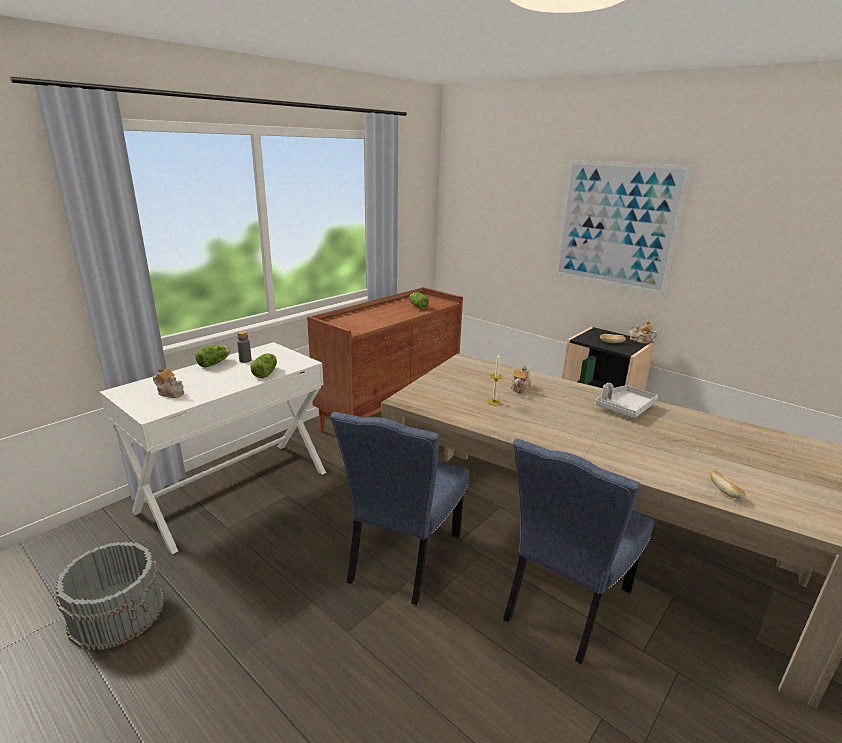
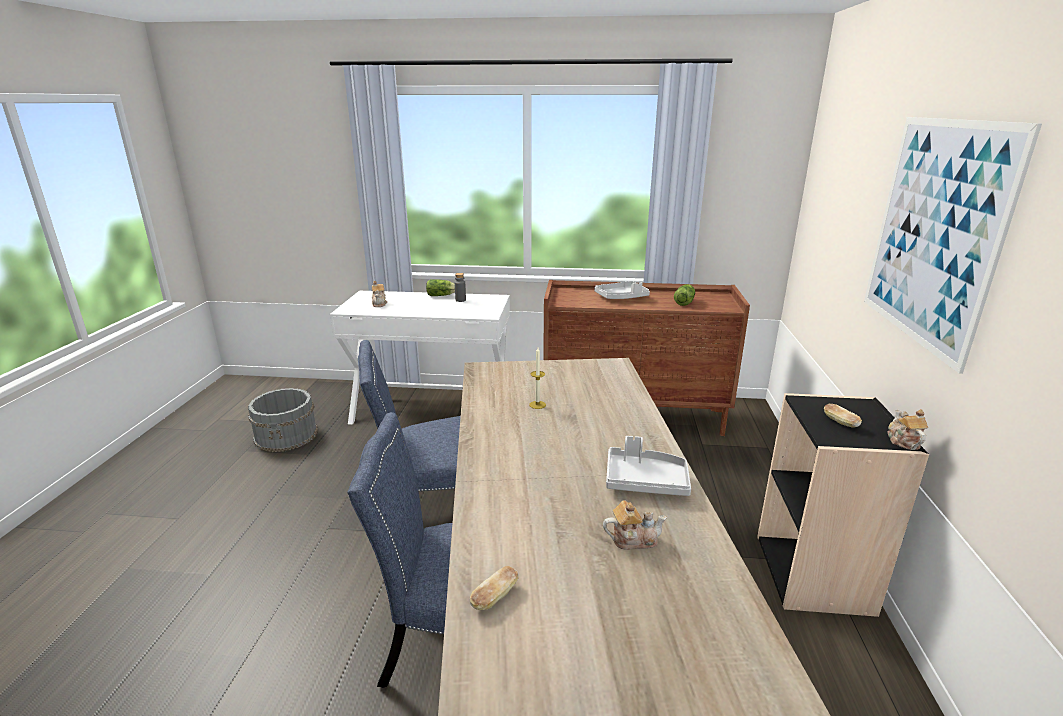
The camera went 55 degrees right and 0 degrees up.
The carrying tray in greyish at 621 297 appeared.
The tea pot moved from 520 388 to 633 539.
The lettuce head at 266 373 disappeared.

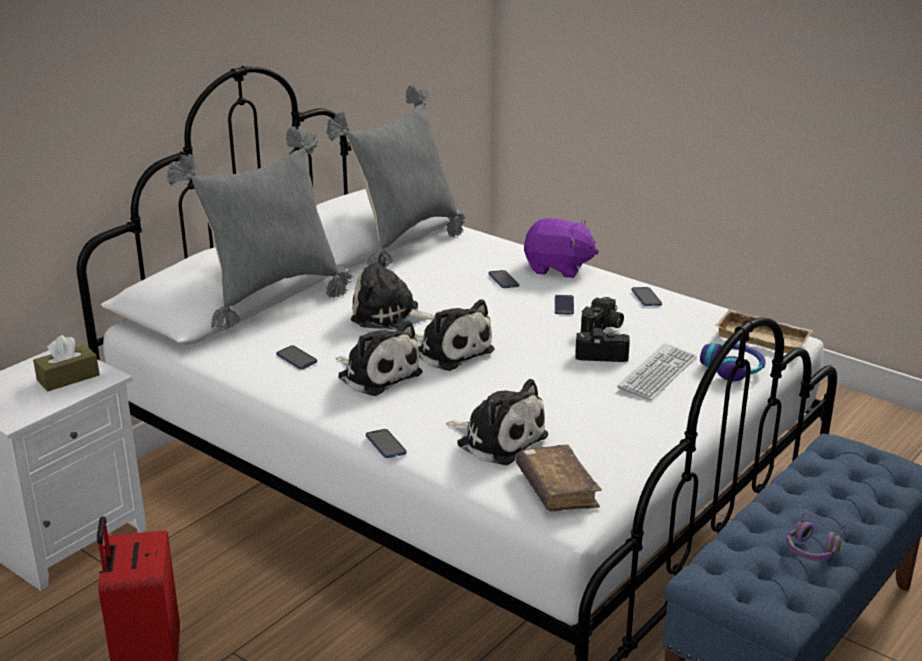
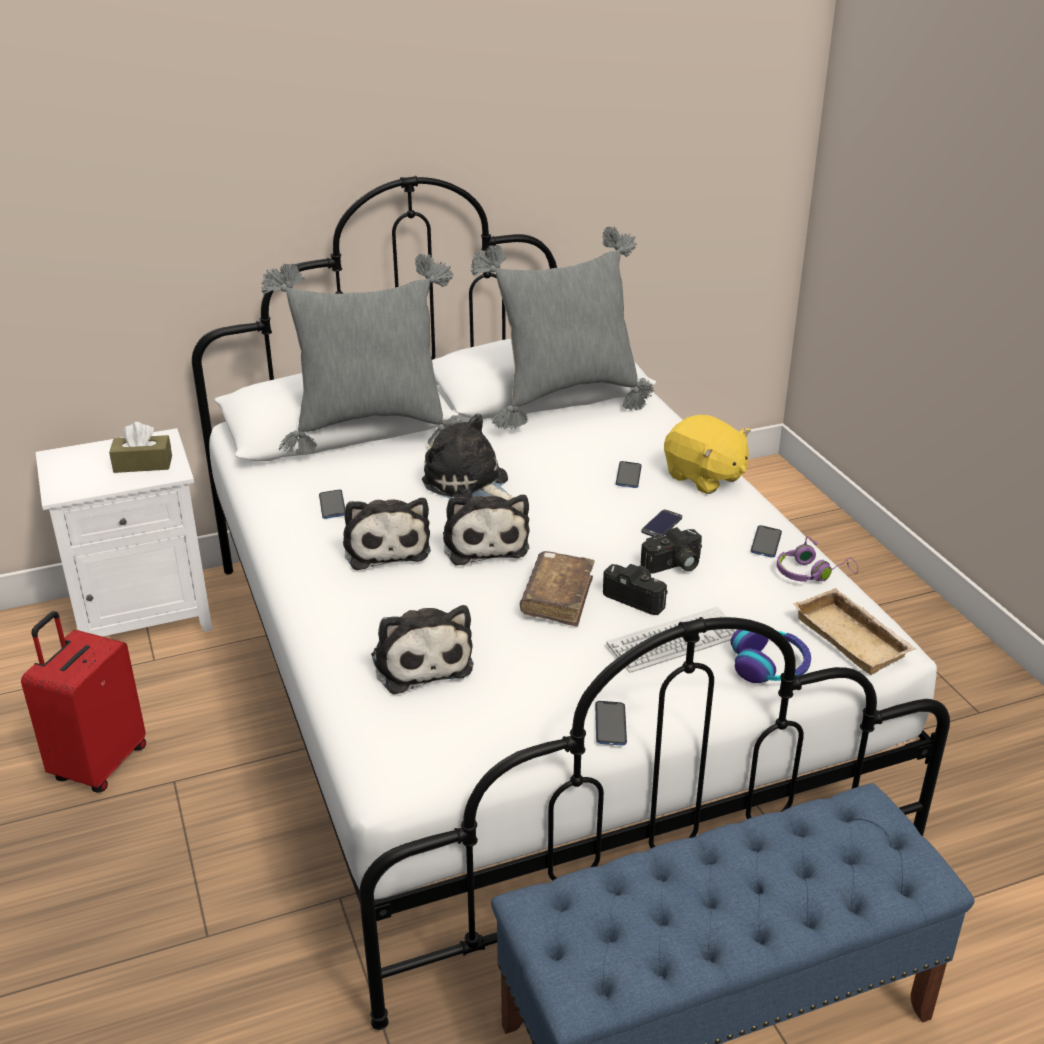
The camera went 30 degrees right and 5 degrees up.
The book in brown moved from 556 489 to 557 598.
The phone moved from 386 445 to 610 724.
The soft toy in purple-coloured at 558 268 became the soft toy in yellow-coloured at 704 477.
The headphones in purple-coloured moved from 818 547 to 811 573.

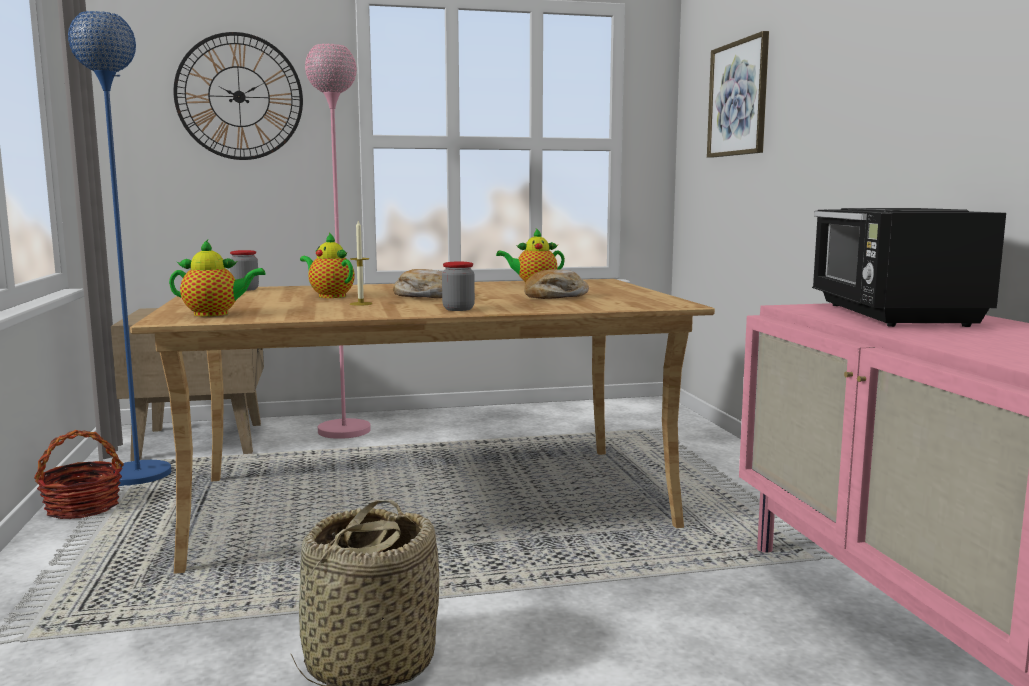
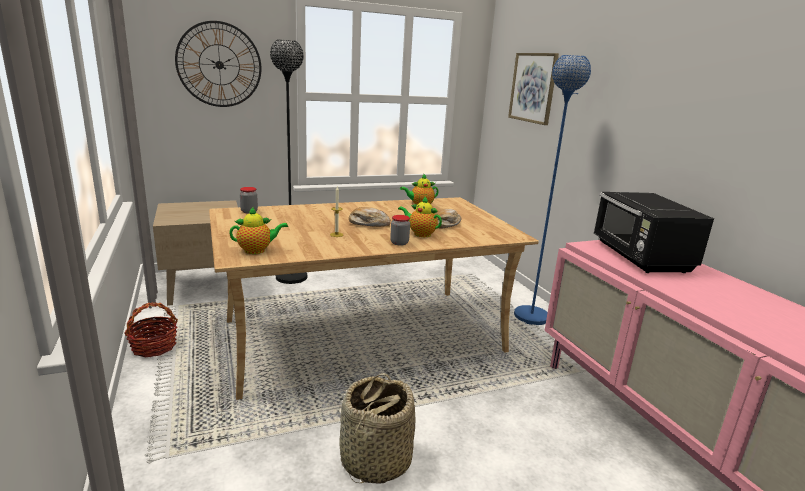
The camera went 10 degrees left and 10 degrees up.
The floor lamp in pink-coloured at 343 431 became the floor lamp in black at 291 277.
The tea pot moved from 330 296 to 420 234.
The floor lamp in bluish moved from 139 476 to 531 316.

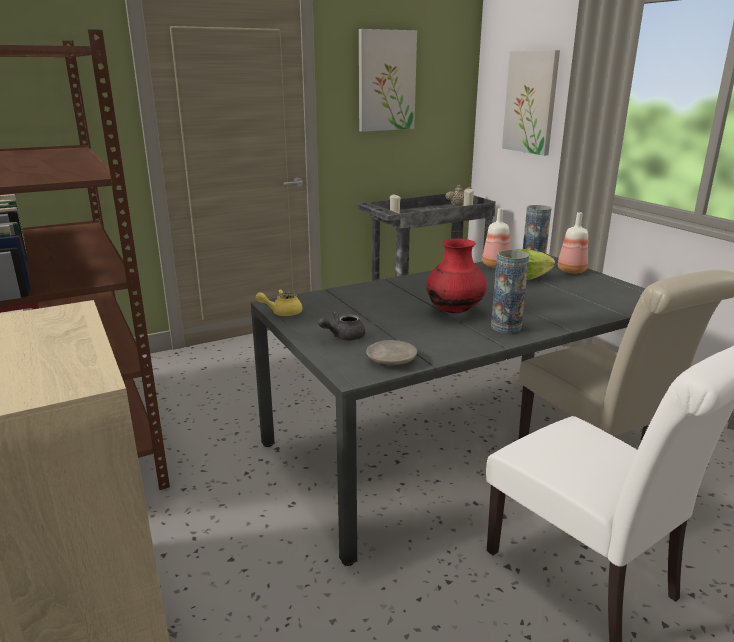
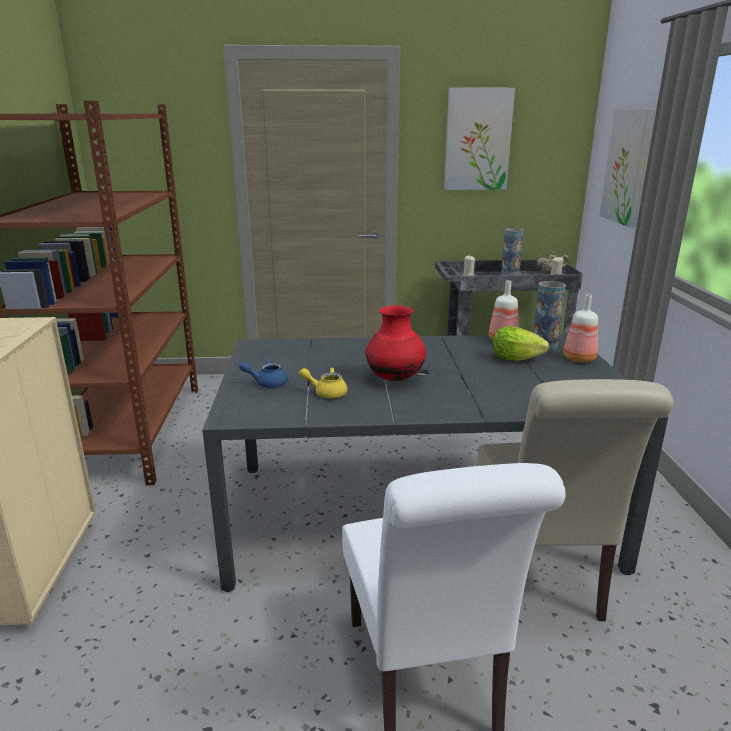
The camera went 25 degrees right and 0 degrees up.
The tea pot in greyish at 343 337 became the tea pot in bluish at 267 383.
The tea pot in yellow-coloured moved from 282 312 to 326 393.
The flower vase moved from 506 327 to 510 274.
The plate in sand-coloured at 391 360 disappeared.

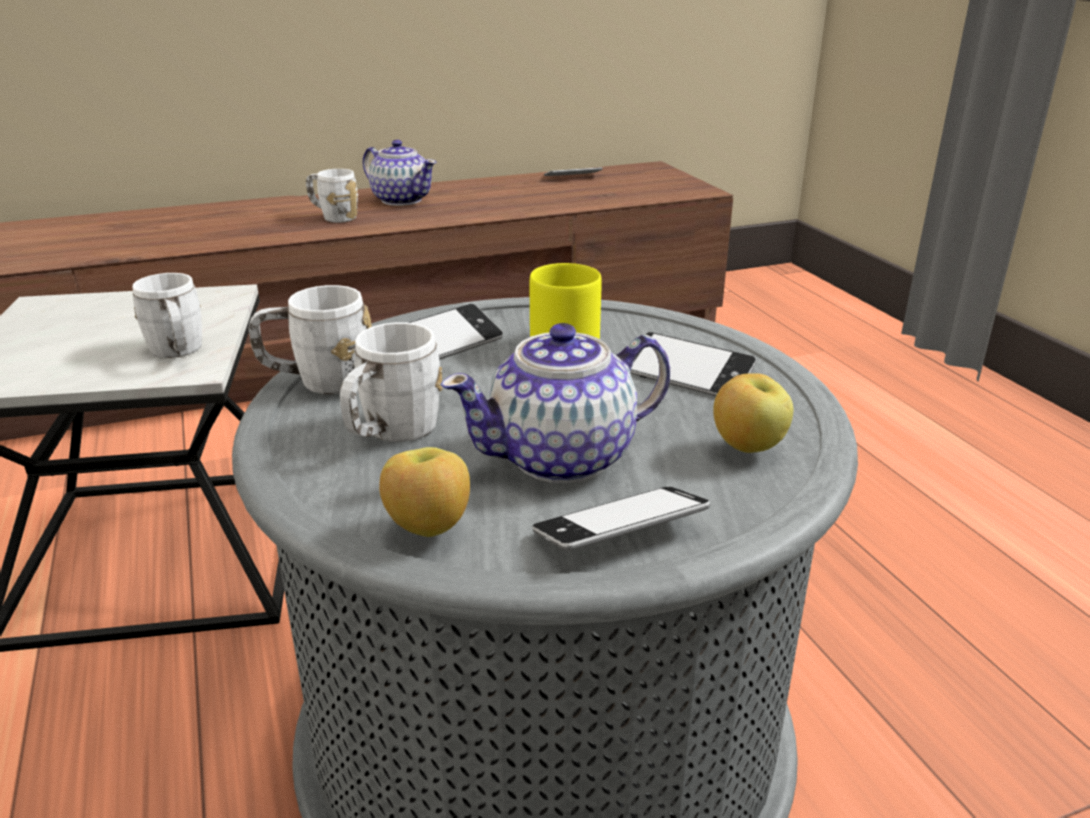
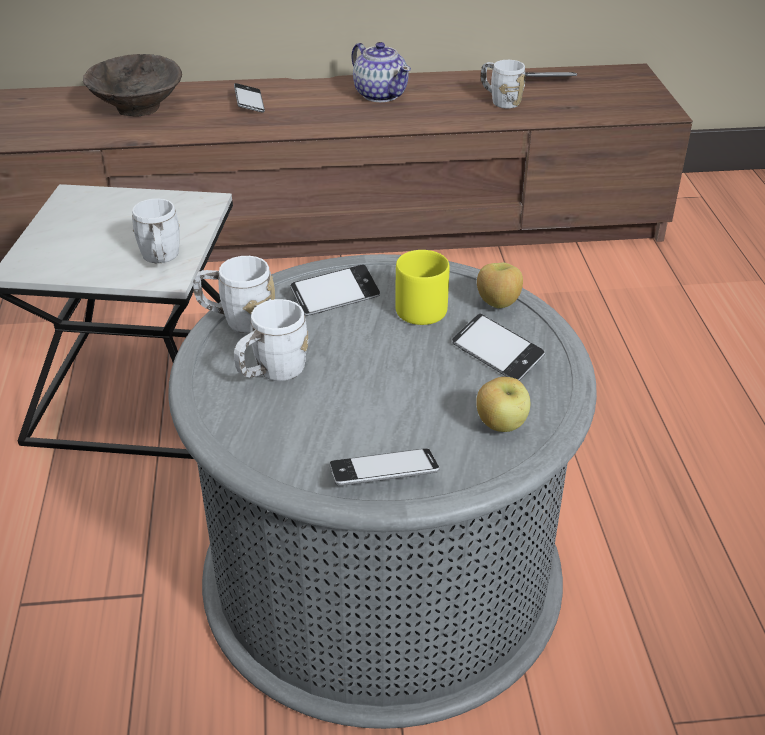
The camera went 15 degrees right and 10 degrees up.
The deep dish in brown at 137 107 appeared.
The phone at 249 103 appeared.
The apple moved from 428 528 to 497 304.
The coffee mug in white-coloured moved from 333 217 to 500 101.
The tea pot at 563 457 disappeared.

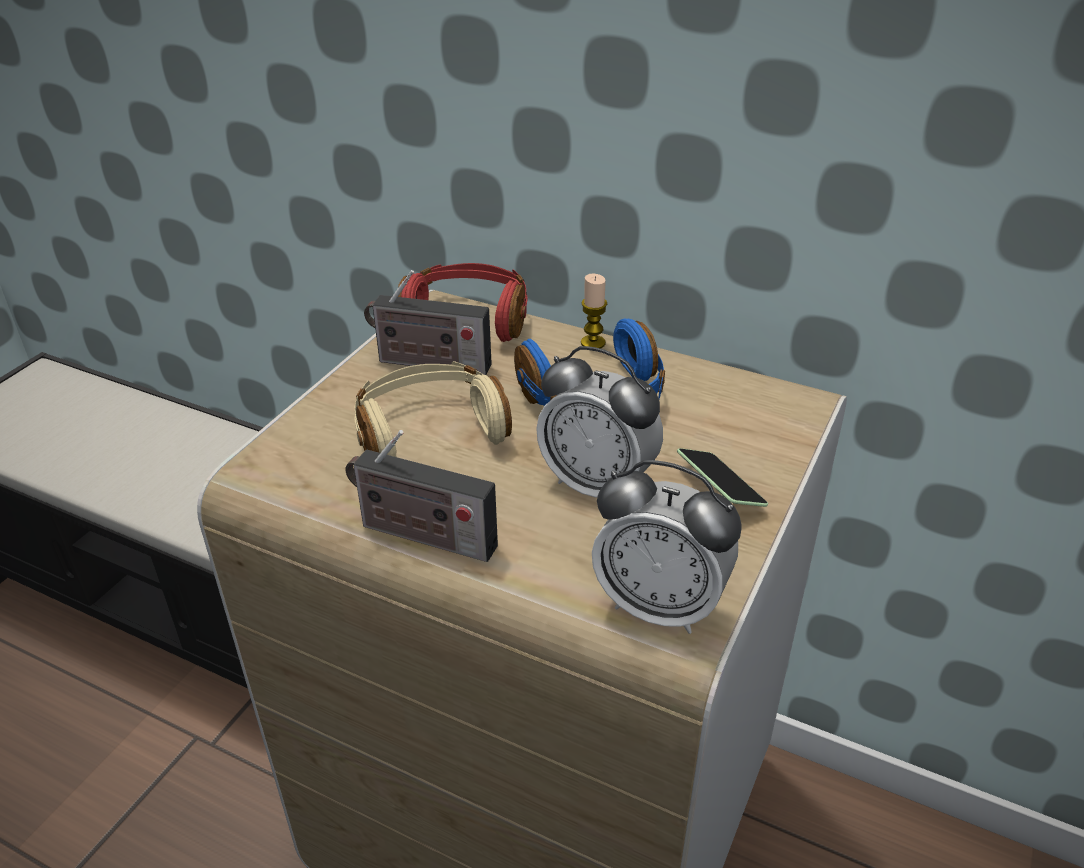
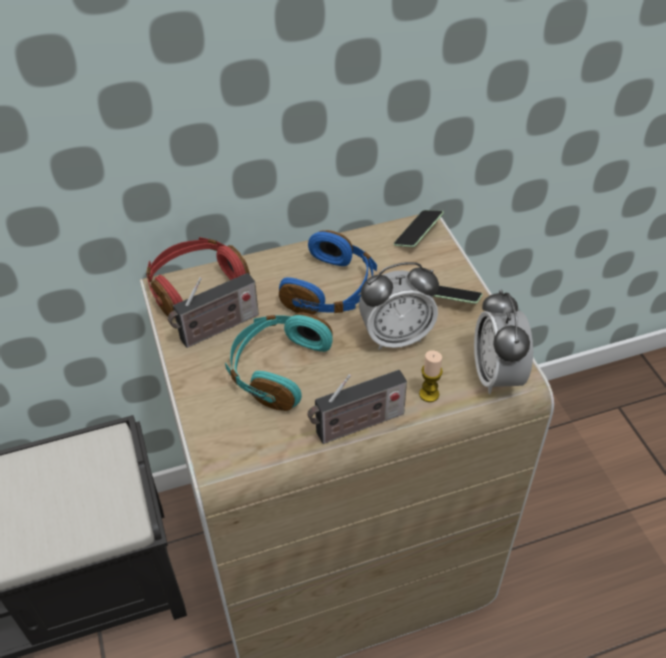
The camera went 45 degrees left and 10 degrees up.
The headphones in sand-coloured at 429 431 became the headphones in turquoise-coloured at 277 369.
The phone at 418 234 appeared.
The wax candle moved from 593 343 to 429 394.
The bedside clock at 659 605 turned 105 degrees clockwise.

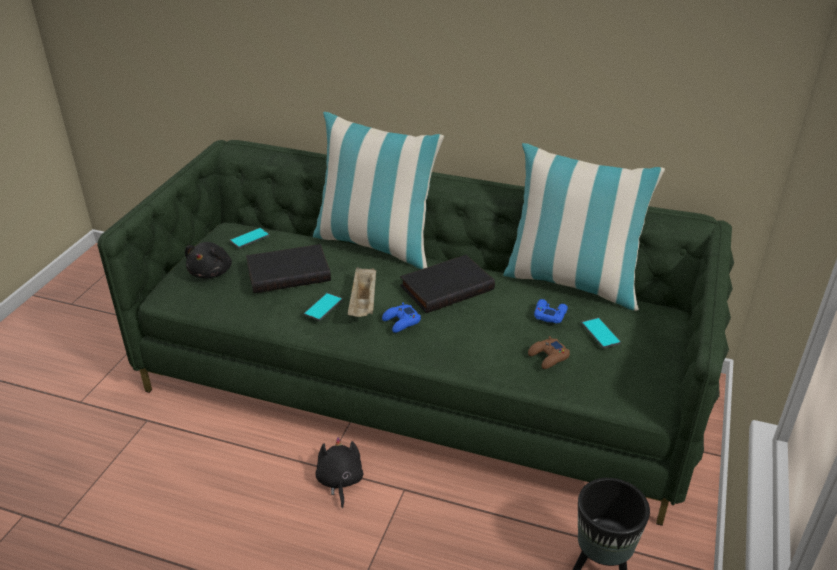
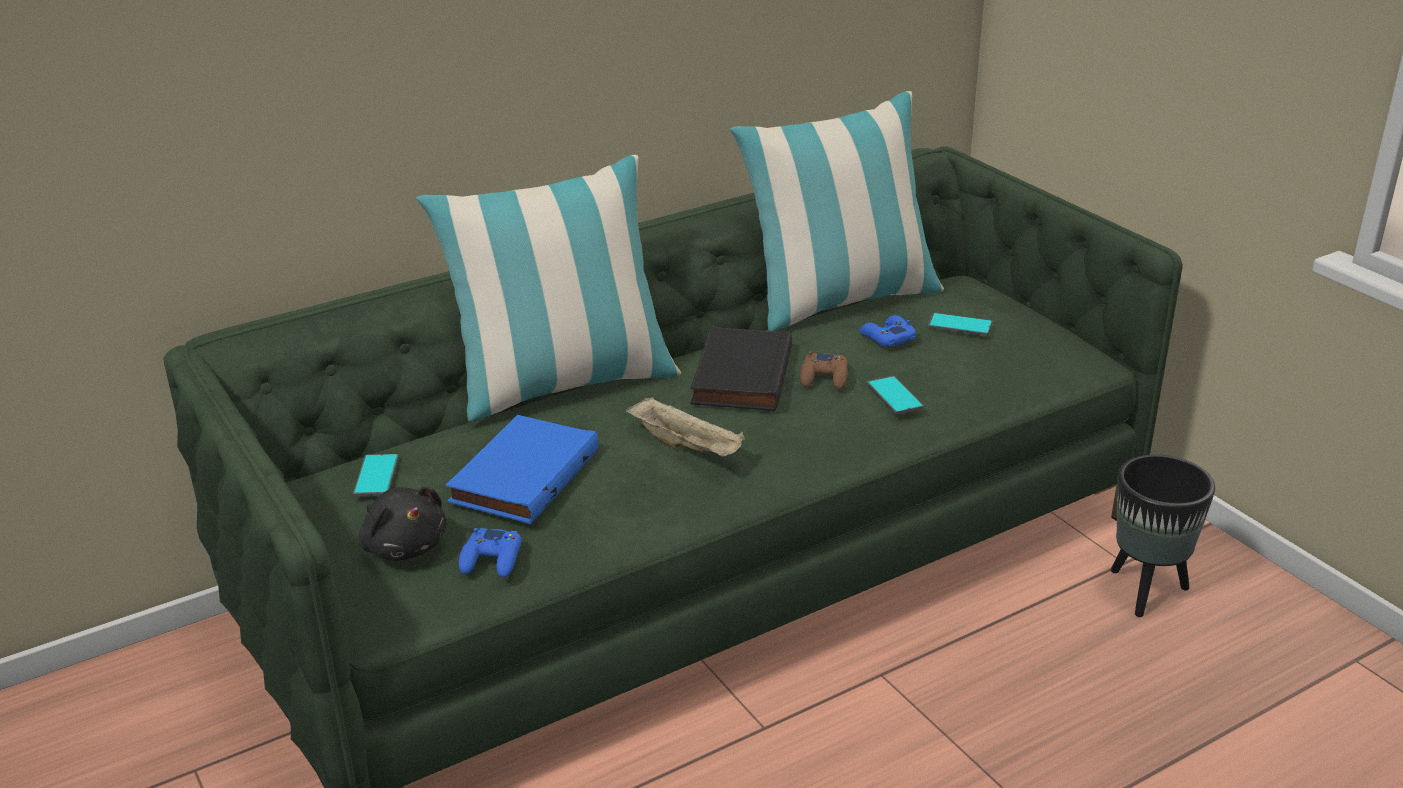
The camera went 50 degrees left and 5 degrees down.
The book in black at 289 272 became the book in bluish at 522 475.
The game controller in bluish moved from 401 322 to 492 560.
The game controller in brown moved from 548 357 to 824 377.
The phone moved from 323 307 to 894 396.
The soft toy in black at 339 481 disappeared.

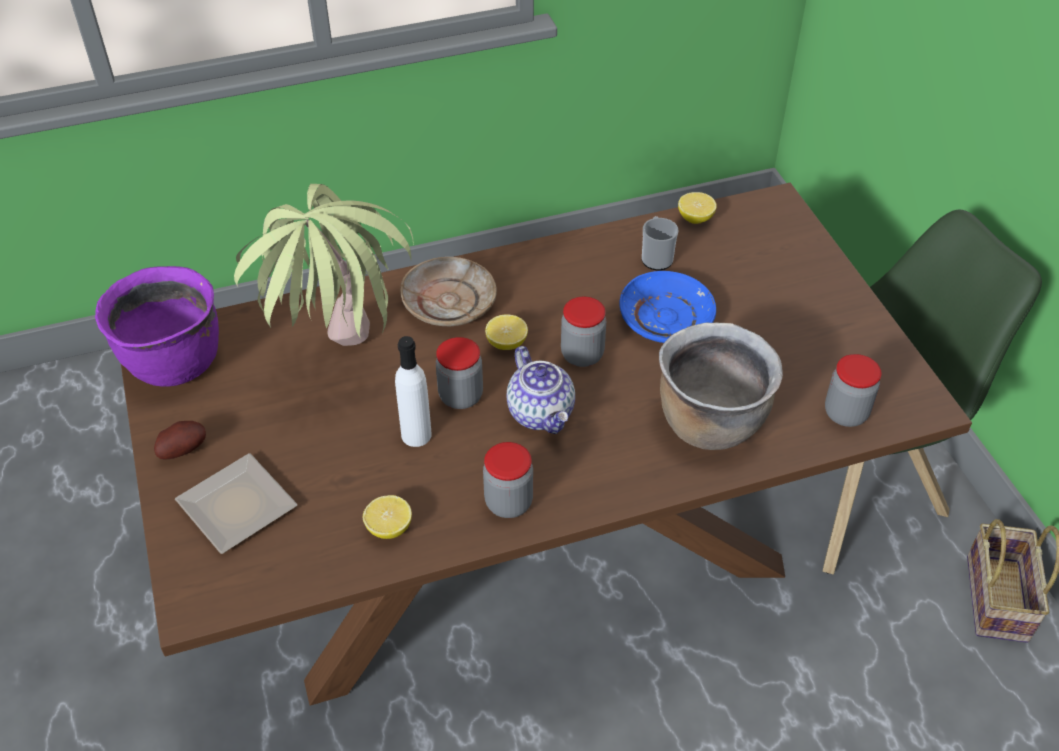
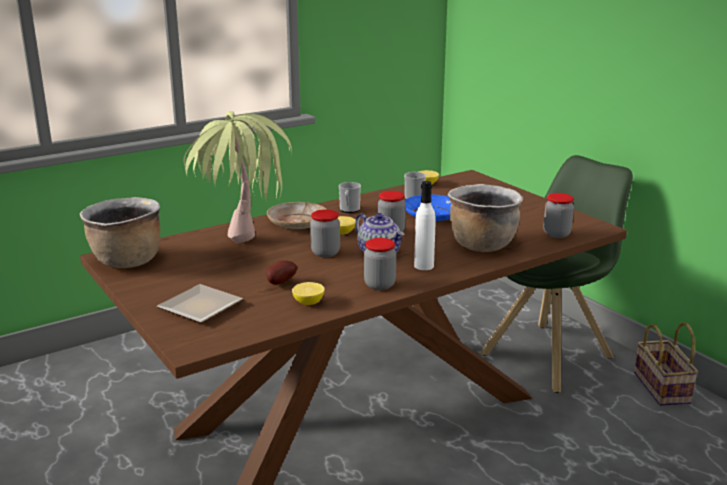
The camera went 15 degrees left and 25 degrees down.
The stockpot in purple-coloured at 173 362 became the stockpot in brown at 126 261.
The whole potato moved from 183 449 to 280 283.
The coffee mug at 349 210 appeared.
The beverage bottle in white-coloured moved from 416 435 to 424 266.

